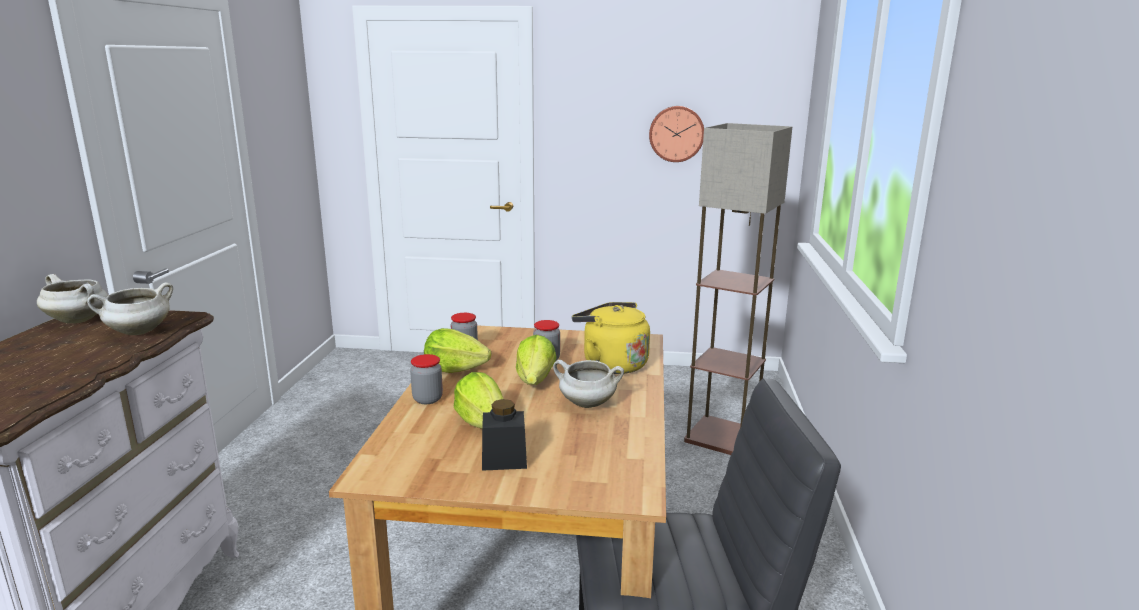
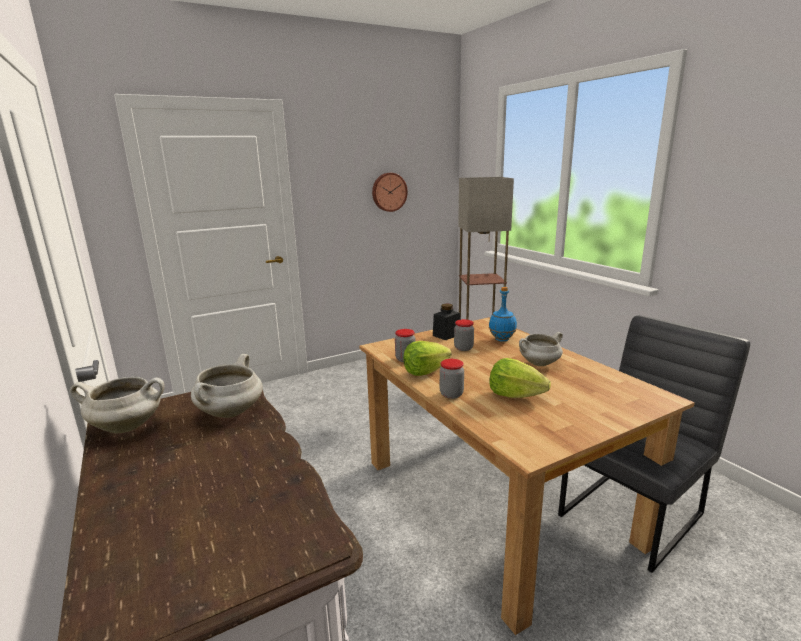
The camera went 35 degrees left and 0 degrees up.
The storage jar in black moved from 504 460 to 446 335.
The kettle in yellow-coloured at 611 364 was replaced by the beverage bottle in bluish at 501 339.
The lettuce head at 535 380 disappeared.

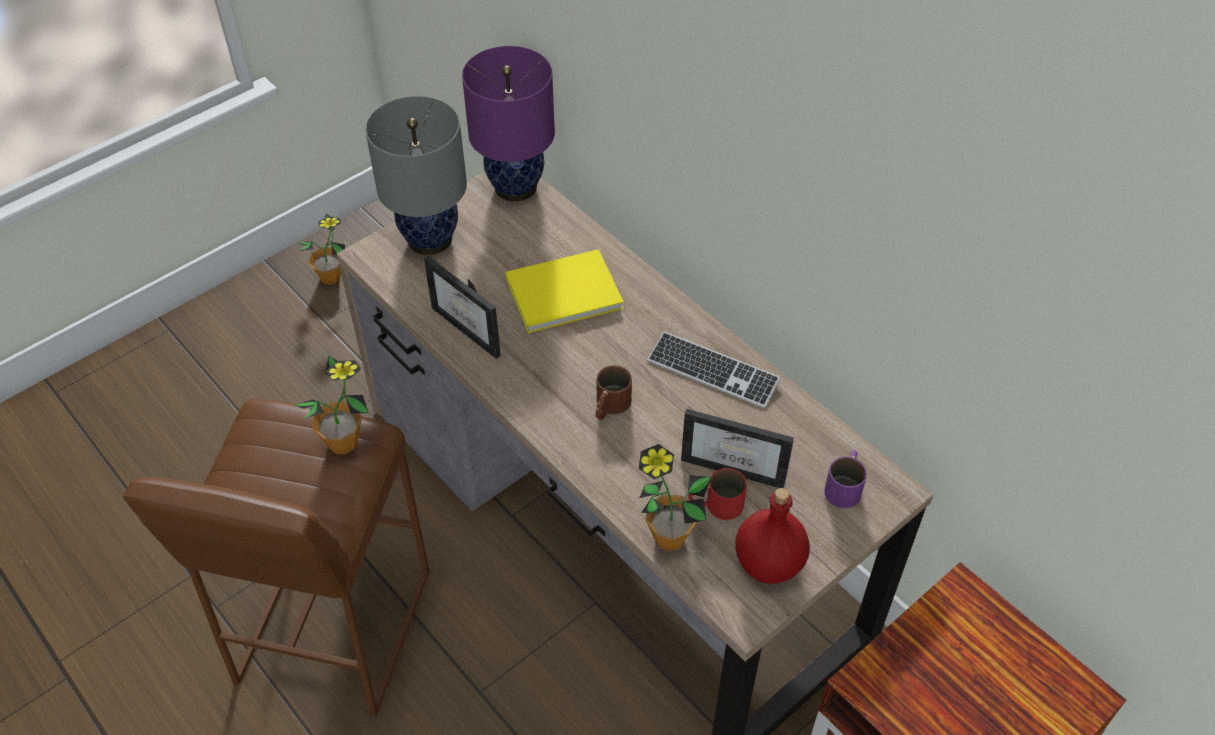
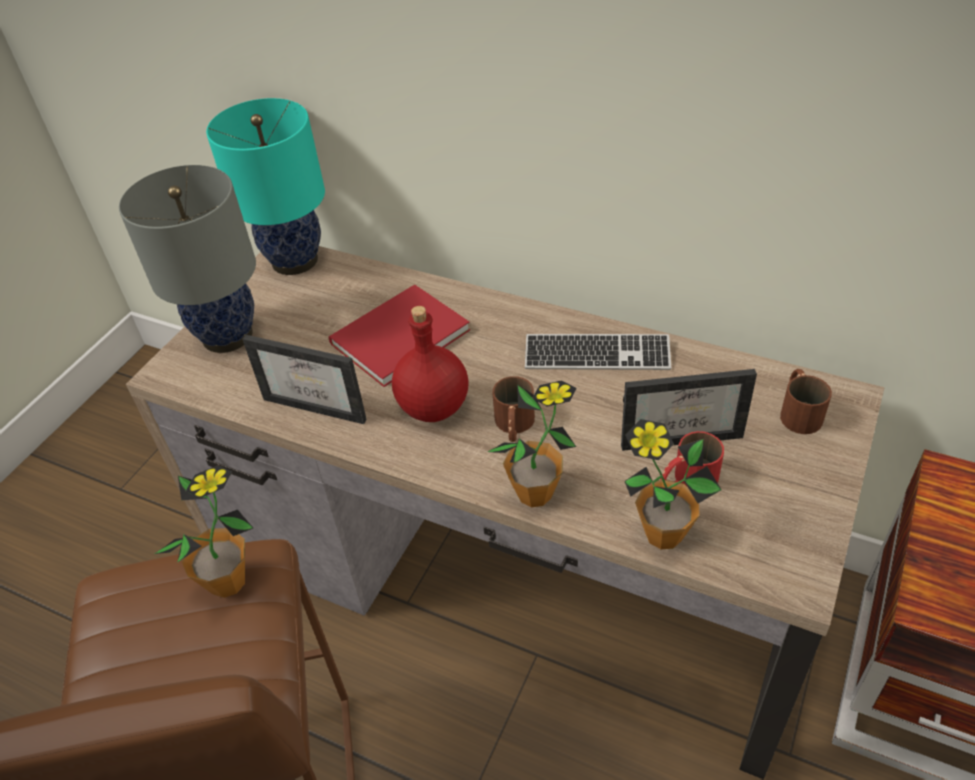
The camera went 20 degrees left and 5 degrees down.
The tabletop lamp in purple-coloured at 515 187 became the tabletop lamp in turquoise-coloured at 294 261.
The book in yellow-coloured at 560 292 became the book in red-coloured at 395 337.
The beverage bottle in red-coloured moved from 768 562 to 433 406.
The plant in a pot moved from 330 277 to 535 493.
The coffee mug in purple-coloured at 845 485 became the coffee mug in brown at 798 410.

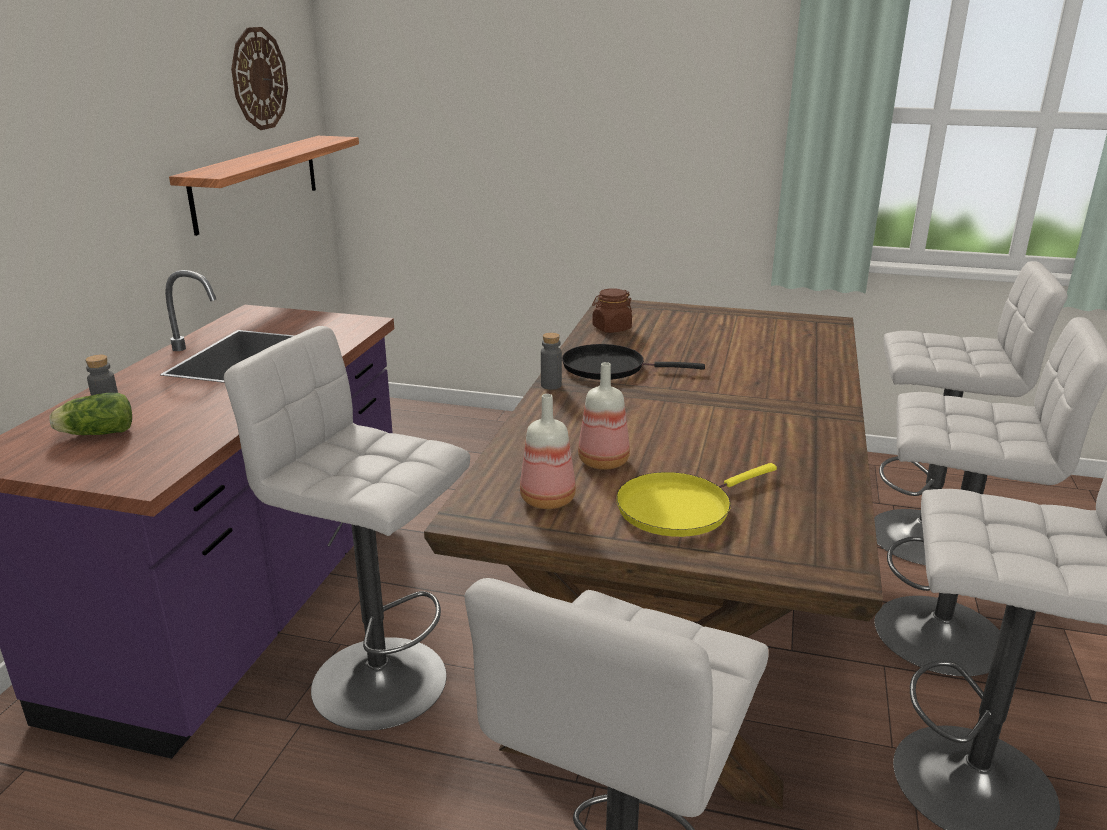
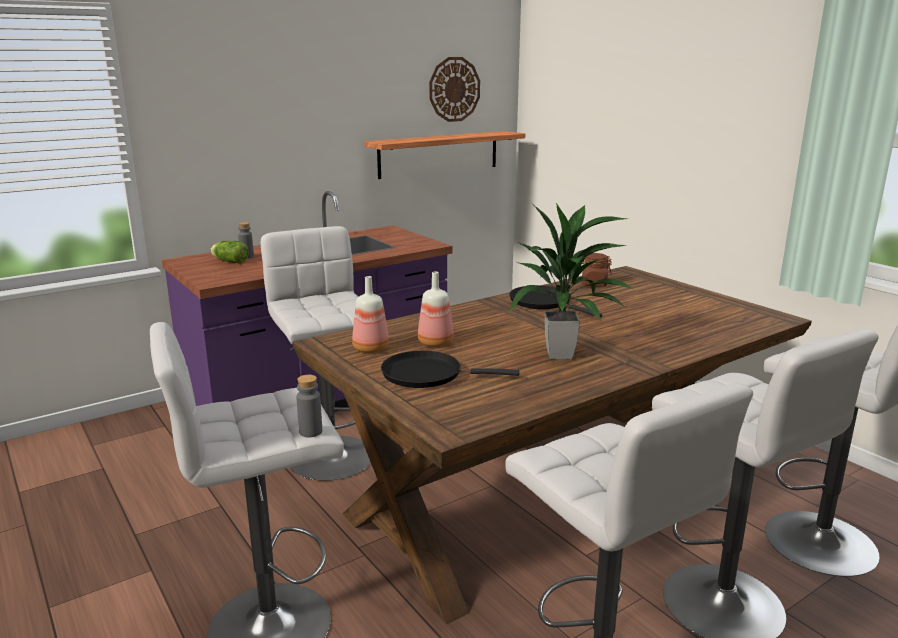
The camera went 40 degrees right and 5 degrees down.
The beverage bottle in greyish moved from 551 385 to 310 432.
The frying pan in yellow-coloured at 679 508 became the frying pan in black at 427 374.
The plant in a pot at 561 355 appeared.

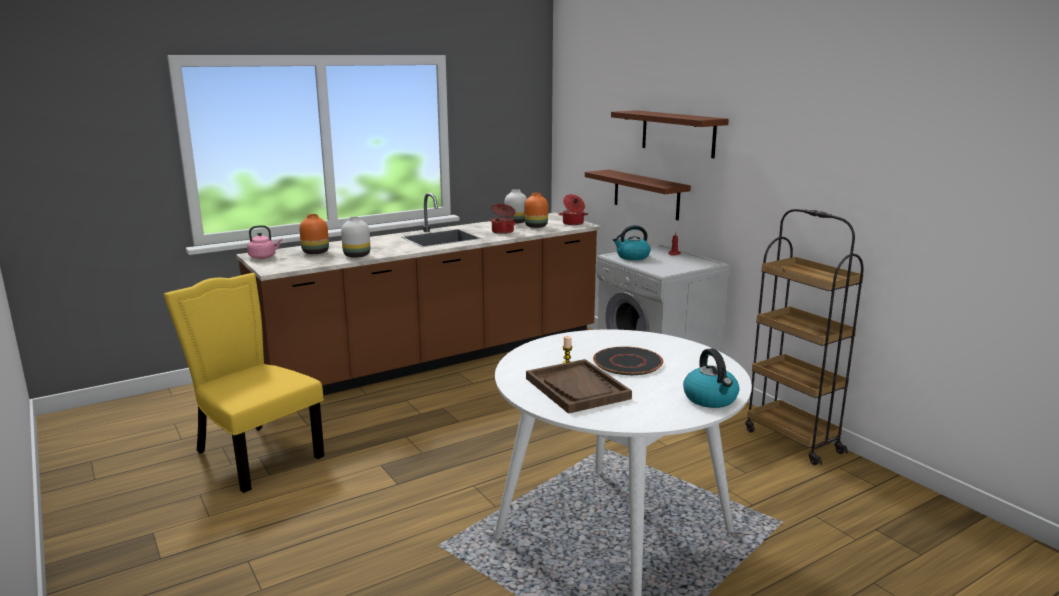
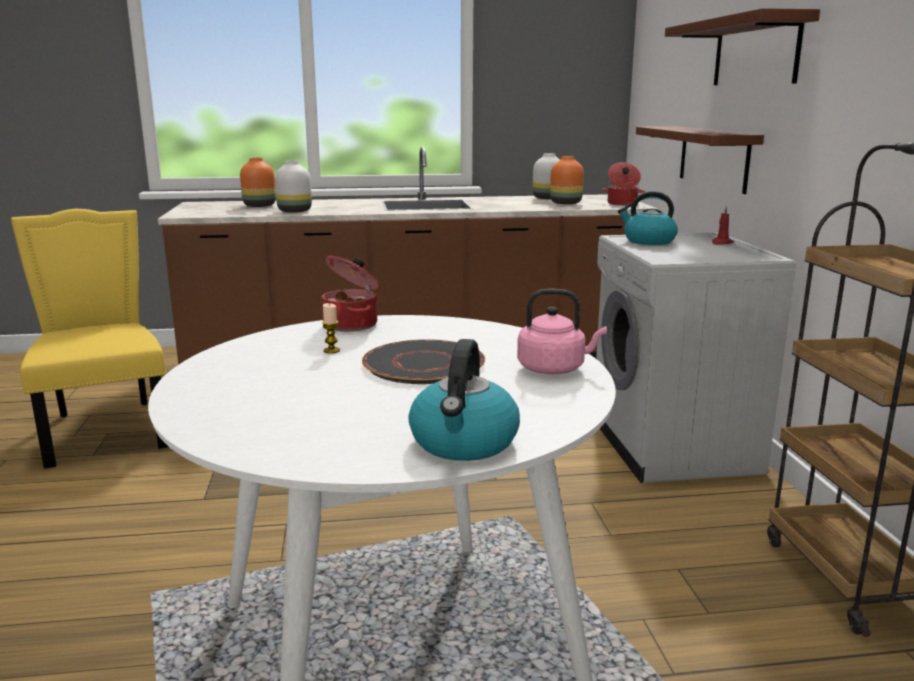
The camera went 25 degrees right and 0 degrees up.
The stockpot moved from 503 231 to 352 324.
The kettle in pink-coloured moved from 264 257 to 554 369.
The carrying tray in brown at 577 388 disappeared.

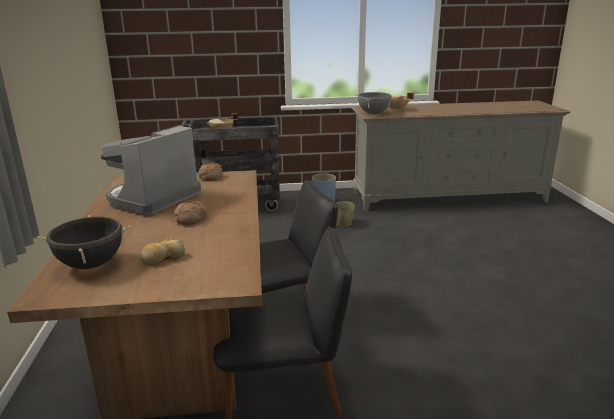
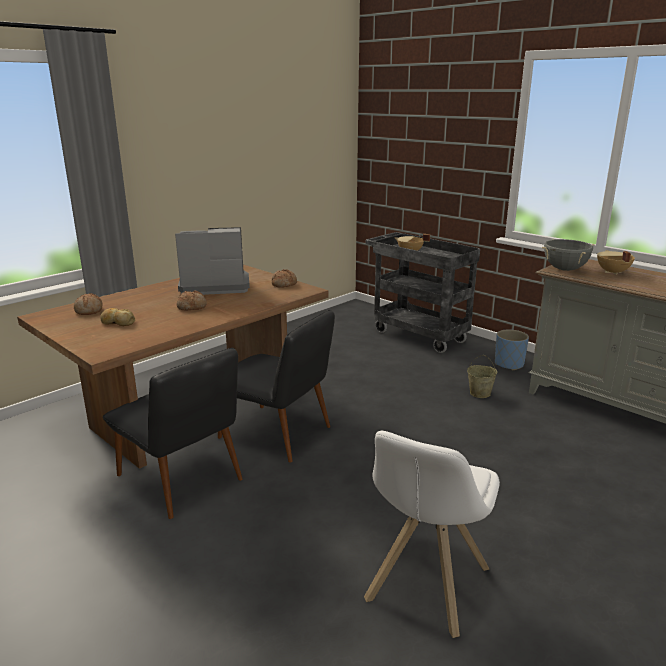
The camera went 50 degrees right and 0 degrees up.
The stockpot in black at 91 264 was replaced by the bread at 89 310.
The plain chair in white-coloured at 426 583 appeared.

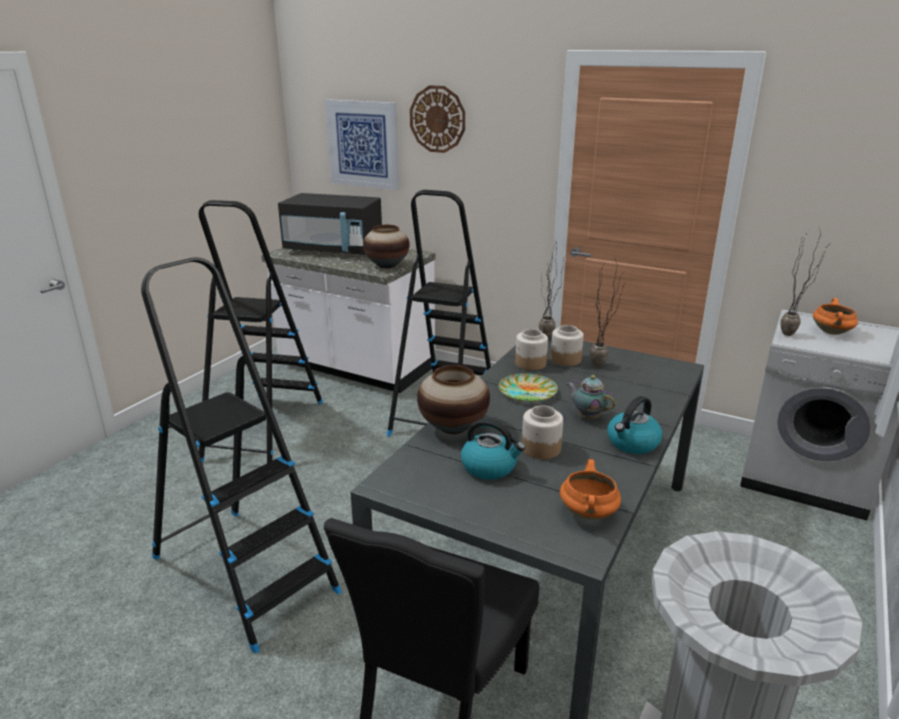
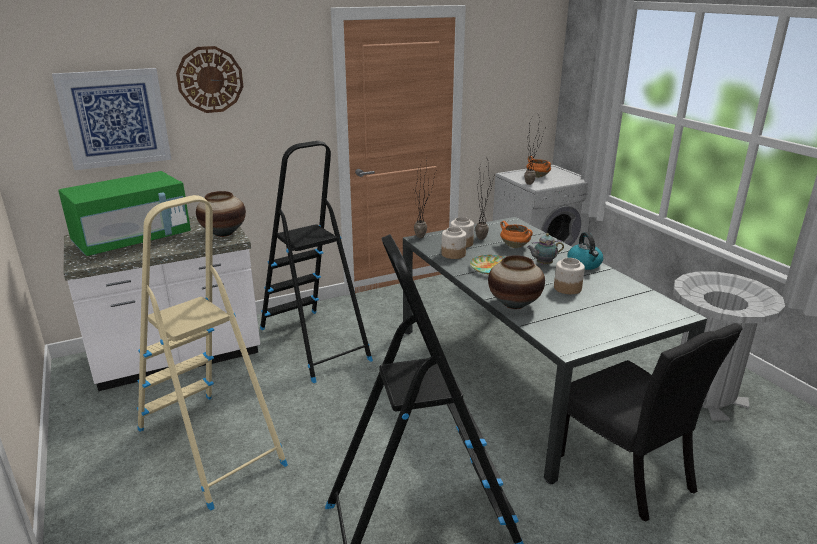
The camera went 55 degrees left and 0 degrees up.
The kitchen microwave in black at 334 250 became the kitchen microwave in green at 133 240.
The step stool in black at 265 429 became the step stool in sand-coloured at 209 445.
The stockpot in orange moved from 589 514 to 515 246.
The kettle at 490 467 disappeared.

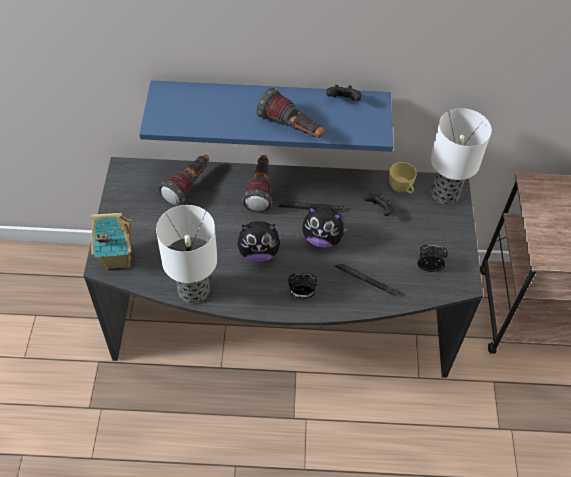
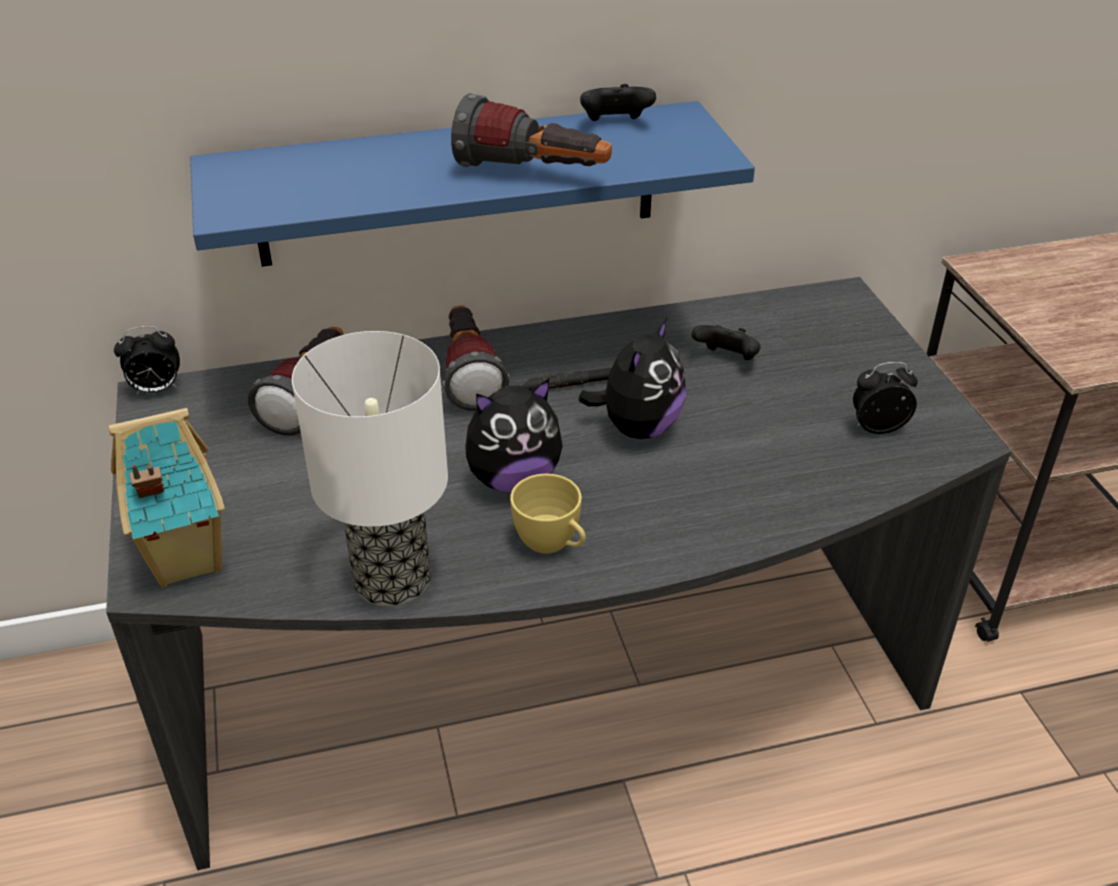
The camera went 15 degrees left and 15 degrees down.
The bedside clock moved from 301 294 to 156 390.
The drinking cup in yellow-coloured moved from 401 189 to 552 544.
The soft toy at 322 239 turned 60 degrees counterclockwise.
The hand torch in black at 366 281 disappeared.
The tabletop lamp at 445 194 disappeared.

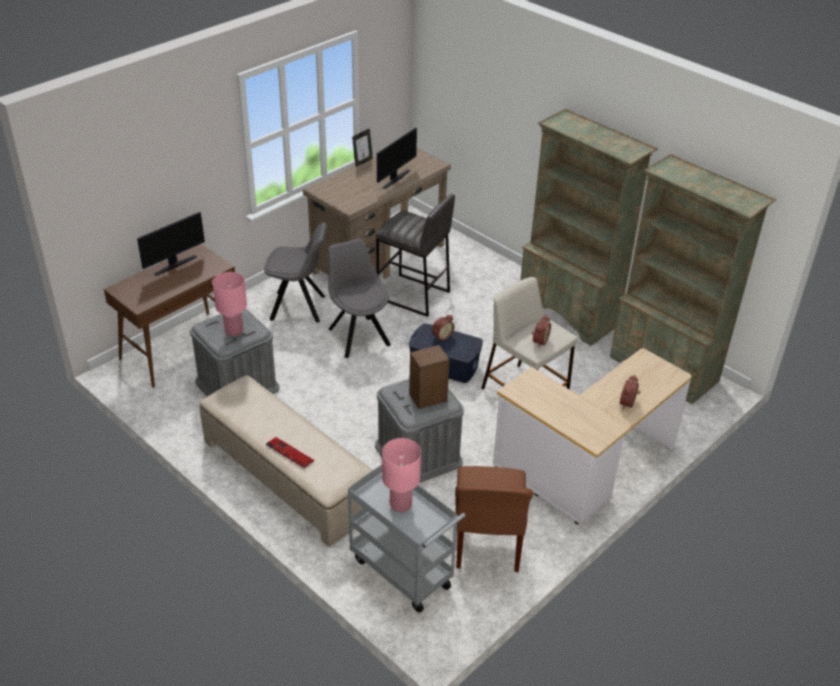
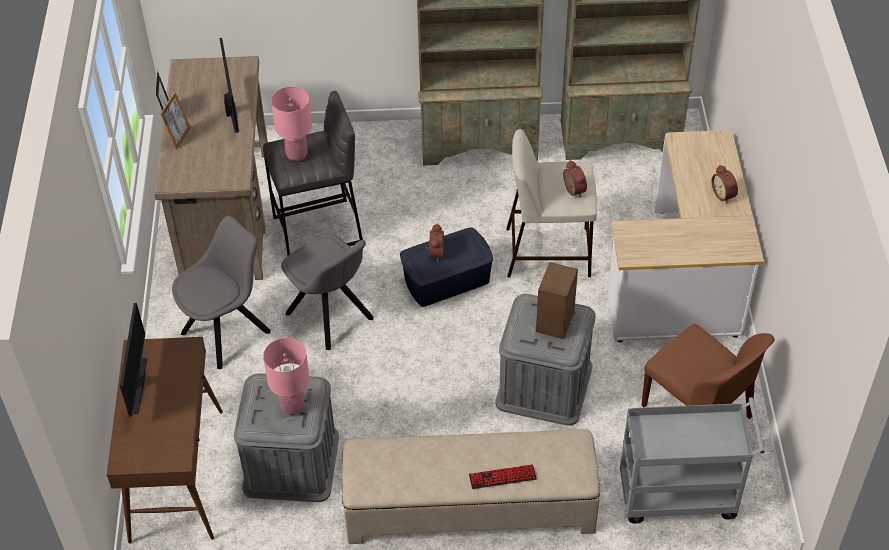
The camera went 45 degrees left and 10 degrees up.
The picture frame at 179 137 appeared.
The tabletop lamp in pink-coloured moved from 400 506 to 296 155.
The plain chair in greyish at 358 337 turned 150 degrees counterclockwise.

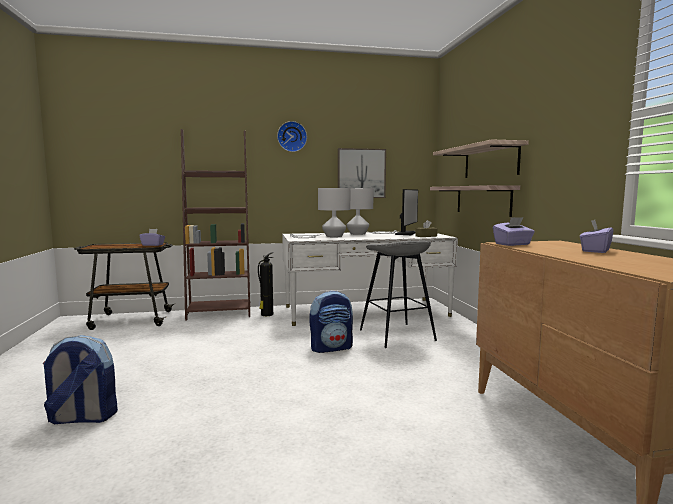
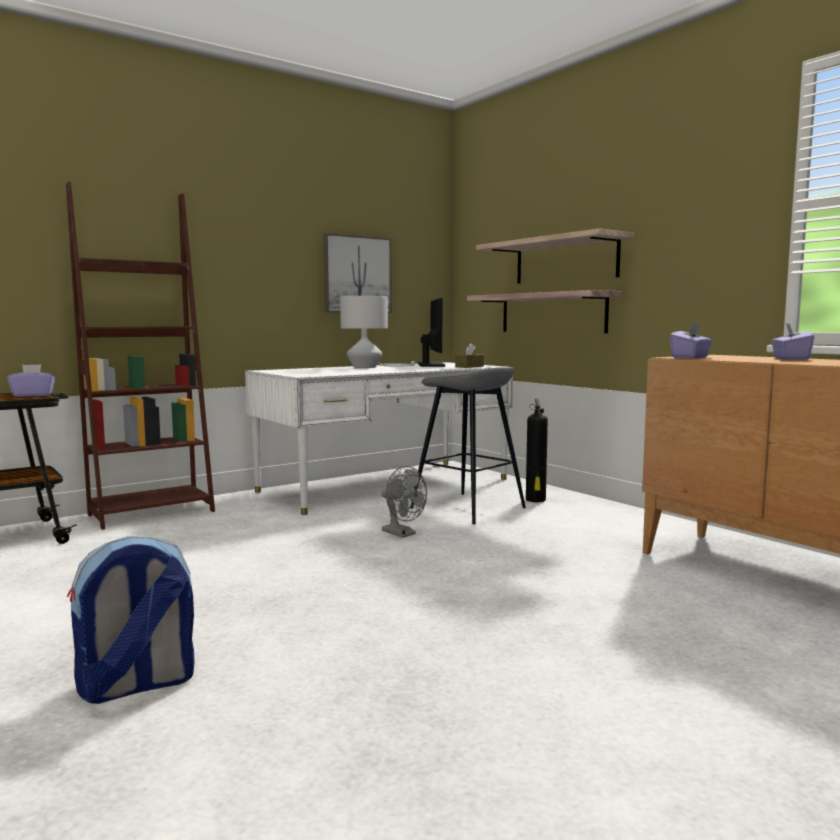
The camera went 25 degrees left and 0 degrees up.
The knapsack at 331 348 was replaced by the fan in greyish at 402 534.
The fire-fighting cylinder moved from 266 315 to 535 500.
The hanging clock at 292 136 disappeared.
The tabletop lamp in greyish at 322 236 disappeared.

